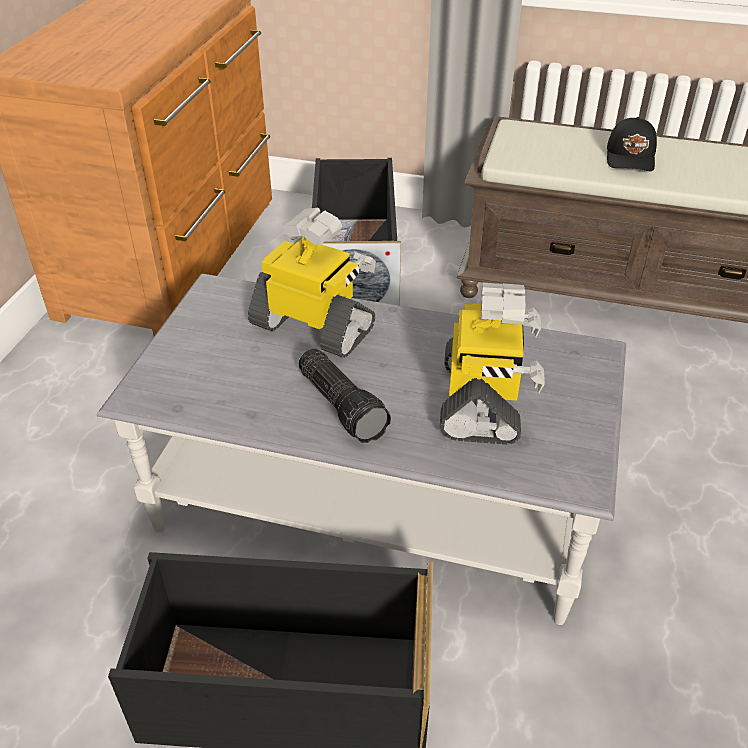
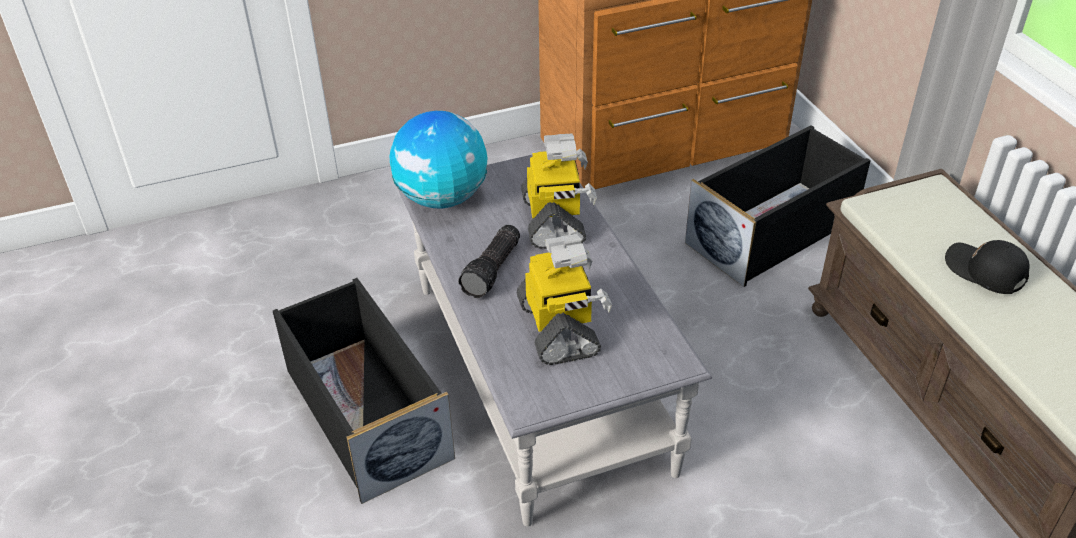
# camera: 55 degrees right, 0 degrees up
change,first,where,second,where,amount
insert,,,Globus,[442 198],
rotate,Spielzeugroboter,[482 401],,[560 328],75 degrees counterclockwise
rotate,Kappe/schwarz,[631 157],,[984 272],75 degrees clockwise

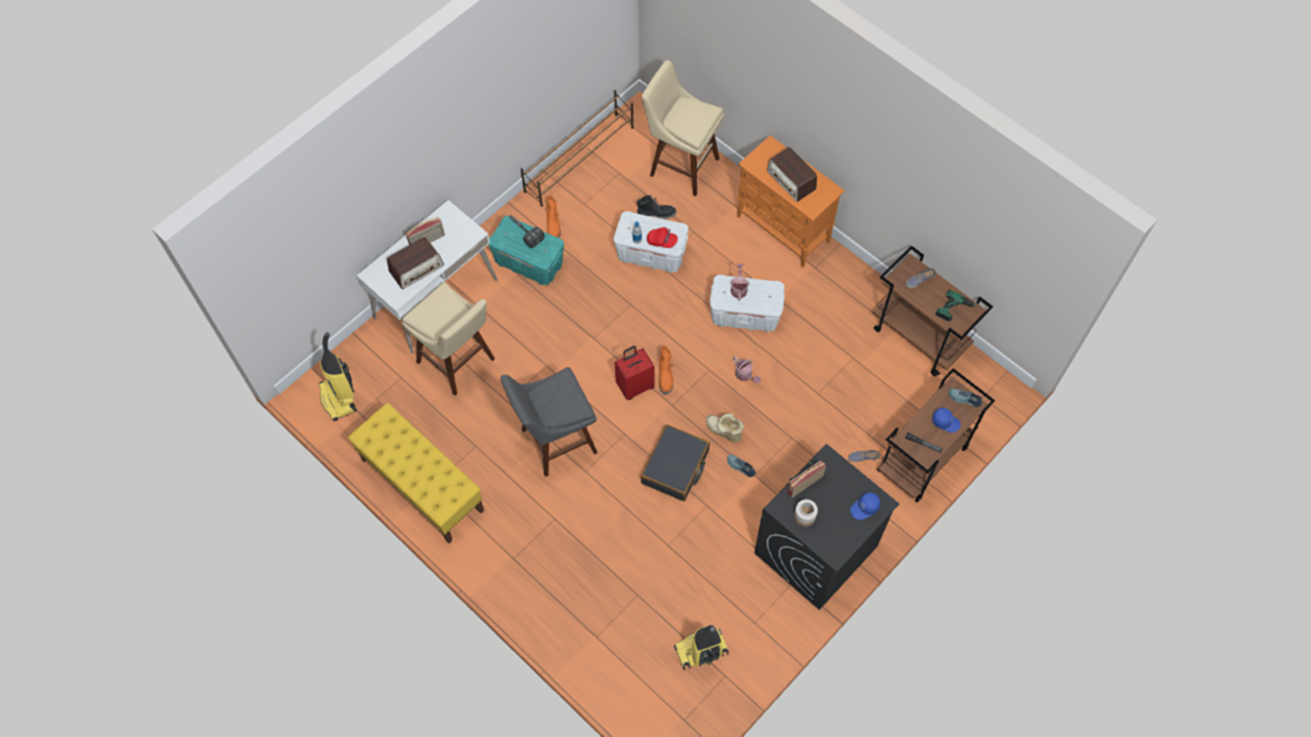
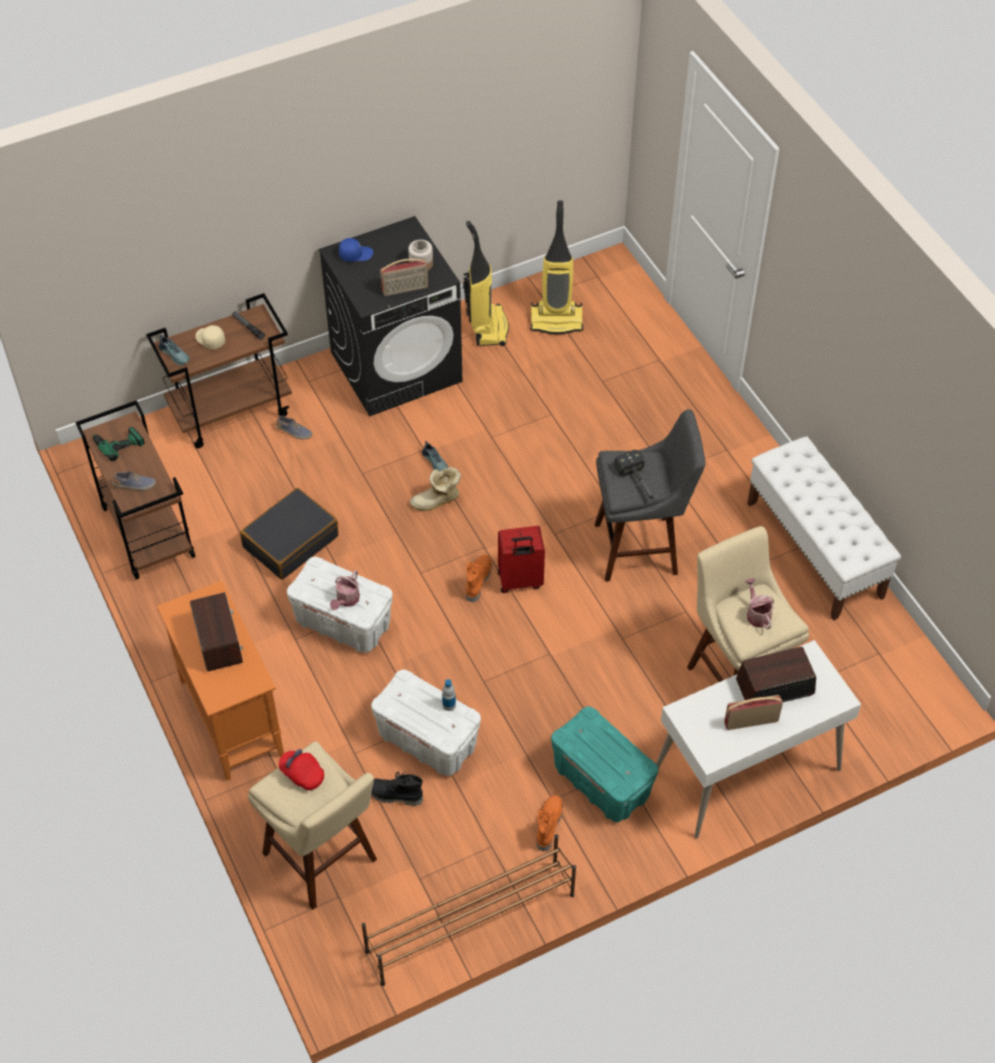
# camera: 160 degrees left, 10 degrees down
change,first,where,second,where,amount
recolor,Kappe/blau,[945 421],Kappe/beige,[210 340],
move,Koffer/schwarz,[675 467],,[290 541],
move,Kappe/rot,[662 241],,[302 774],
rotate,Stiefel,[723 432],,[437 501],105 degrees clockwise
move,Staubsauger,[339 398],,[487 327],
move,Hammer,[523 231],,[639 483],
move,Gießkanne,[745 375],,[757 614],
recolor,Bank/gelb,[422 485],Bank/weiß,[815 550],

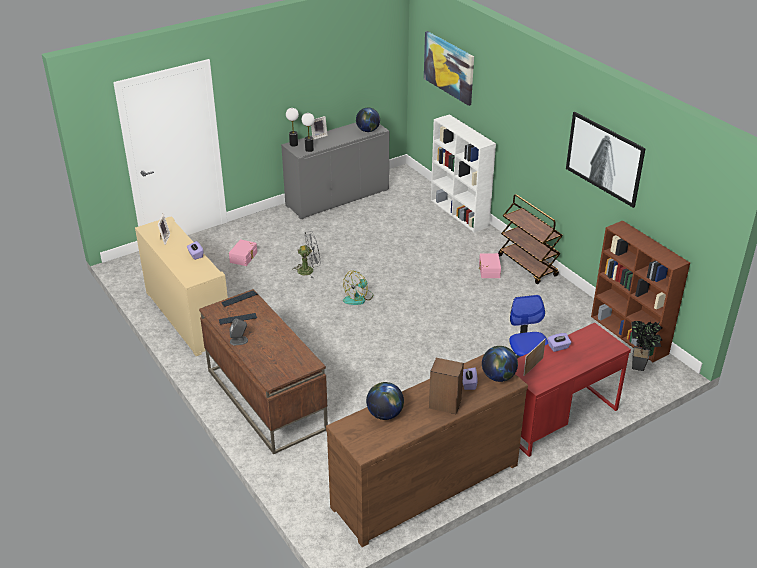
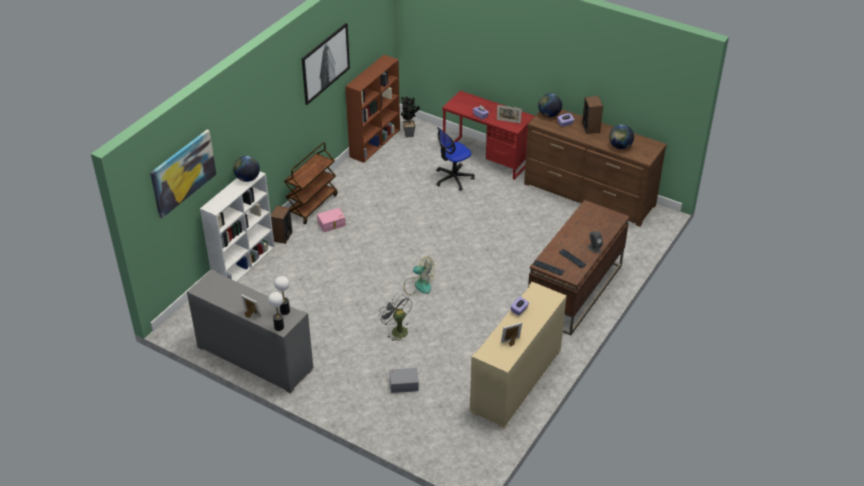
# camera: 115 degrees left, 5 degrees up
change,first,where,second,where,amount
move,Globus,[368 130],,[247 178],
insert,,,Lautsprecher,[282 236],
recolor,Aufbewahrungsbox/rosa,[244 257],Aufbewahrungsbox/grau,[404 384],

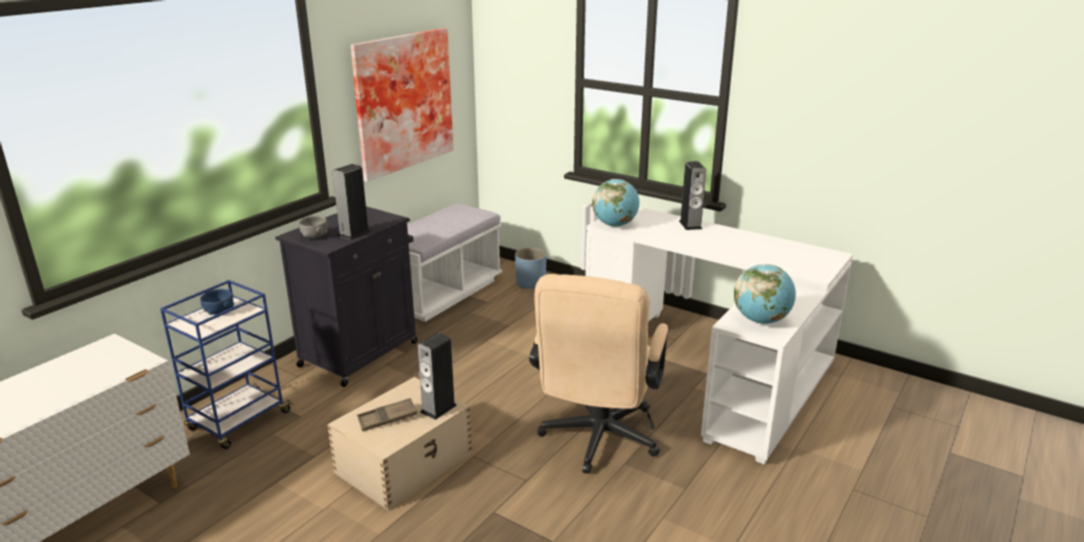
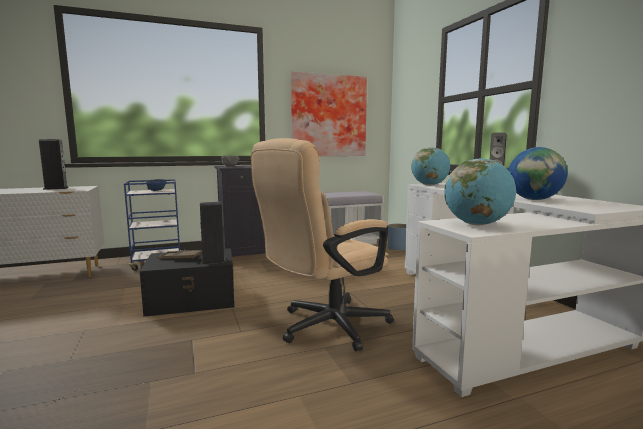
# camera: 35 degrees right, 15 degrees down
change,first,where,second,where,amount
move,Lautsprecher,[354 233],,[56 188],
recolor,Aufbewahrungsbox/beige,[405 462],Aufbewahrungsbox/schwarz,[193 299],
insert,,,Globus,[534 199],

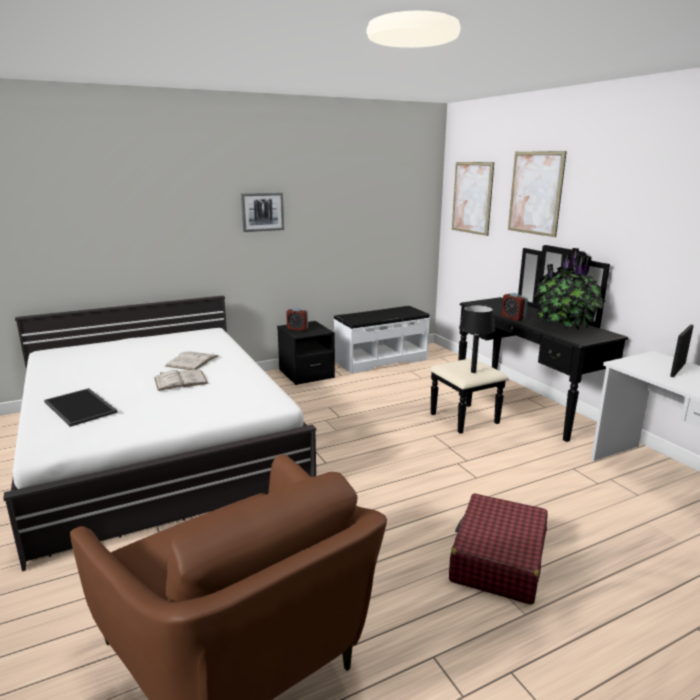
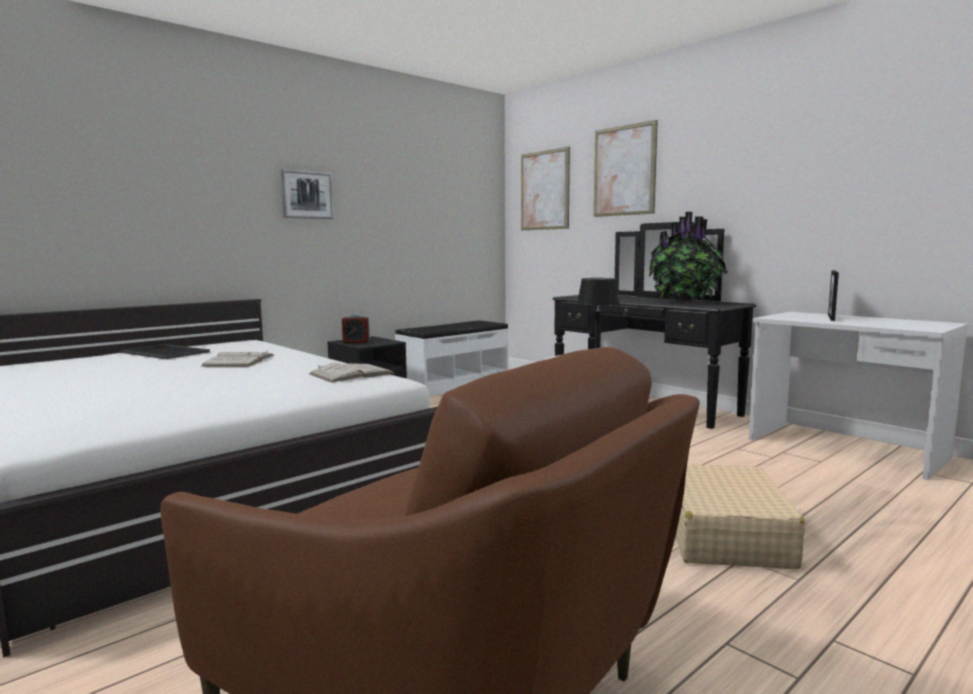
# camera: 15 degrees left, 10 degrees down
change,first,where,second,where,amount
move,Tablett,[81 407],,[166 352],
move,Buch/weiß,[181 380],,[351 374],
recolor,Koffer/rot,[498 560],Koffer/beige,[724 534],
delete,Wecker,[513 318],,,

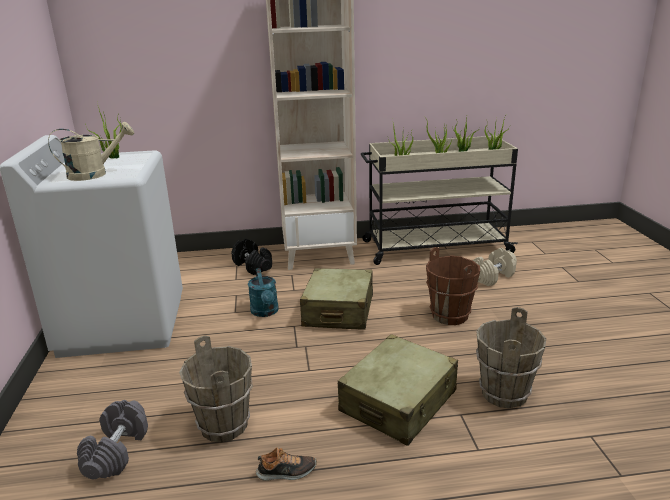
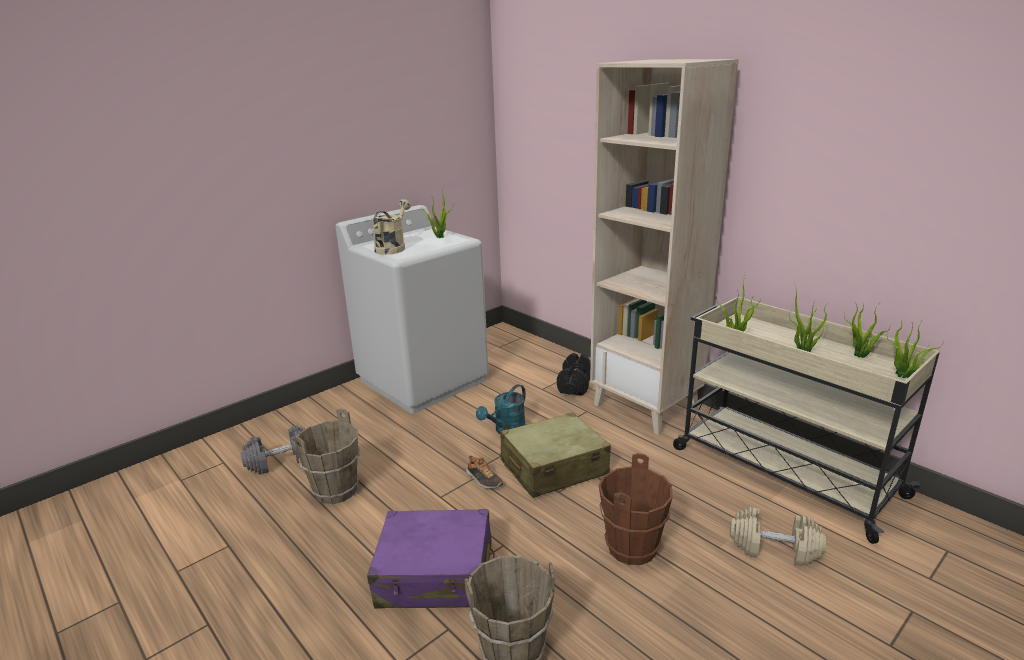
# camera: 55 degrees right, 0 degrees up
change,first,where,second,where,amount
recolor,Koffer/beige,[398 402],Koffer/lila,[436 574],
rotate,Gießkanne/beige,[95 174],,[392 247],105 degrees counterclockwise
move,Schuh,[286 472],,[483 480],

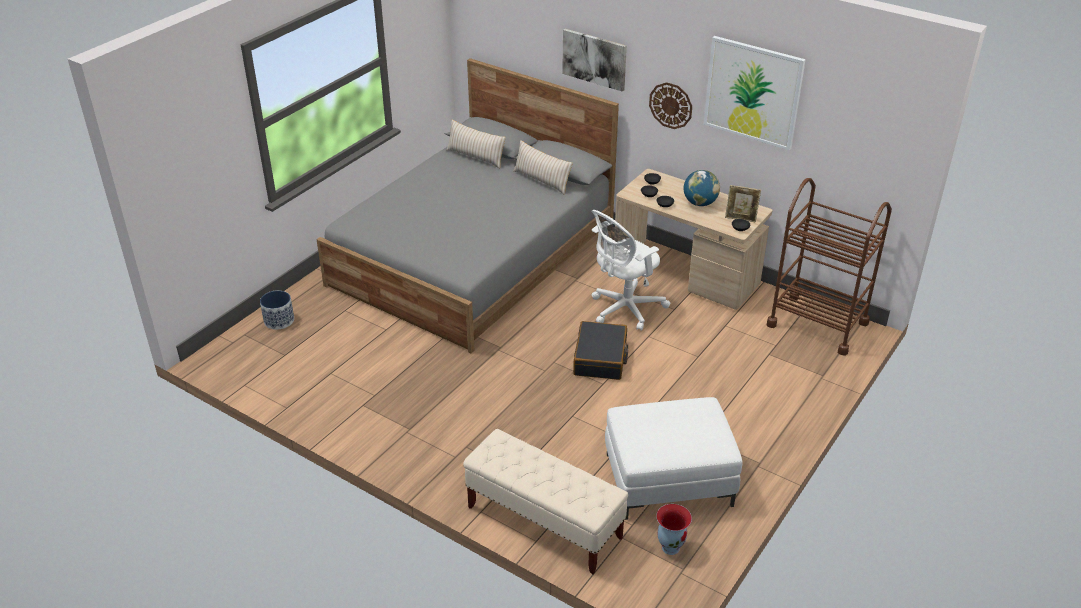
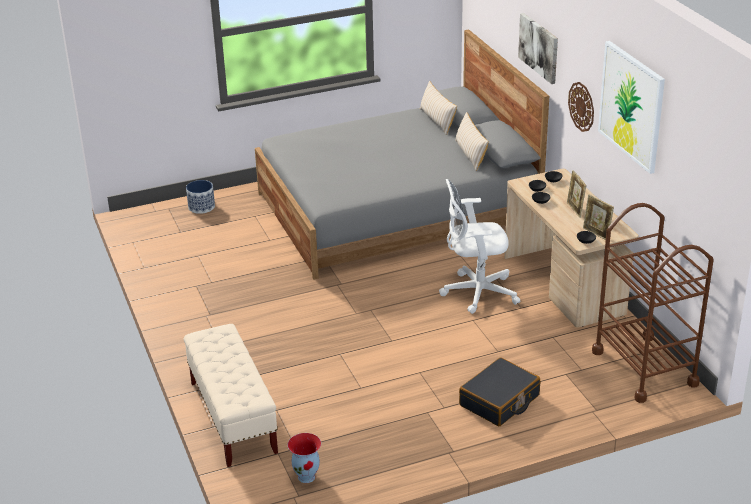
# camera: 35 degrees right, 5 degrees down
change,first,where,second,where,amount
move,Koffer/schwarz,[600 358],,[499 401],
replace,Globus,[700 203],Bilderrahmen,[575 210],
delete,Polsterhocker/weiß,[668 480],,,

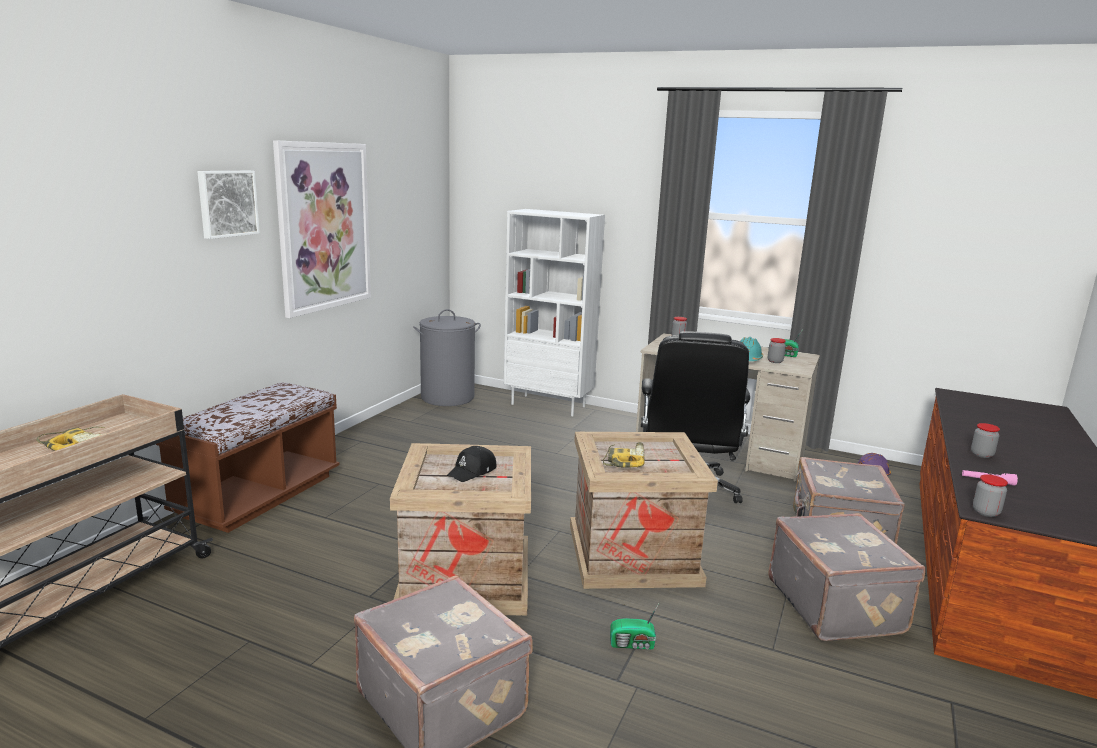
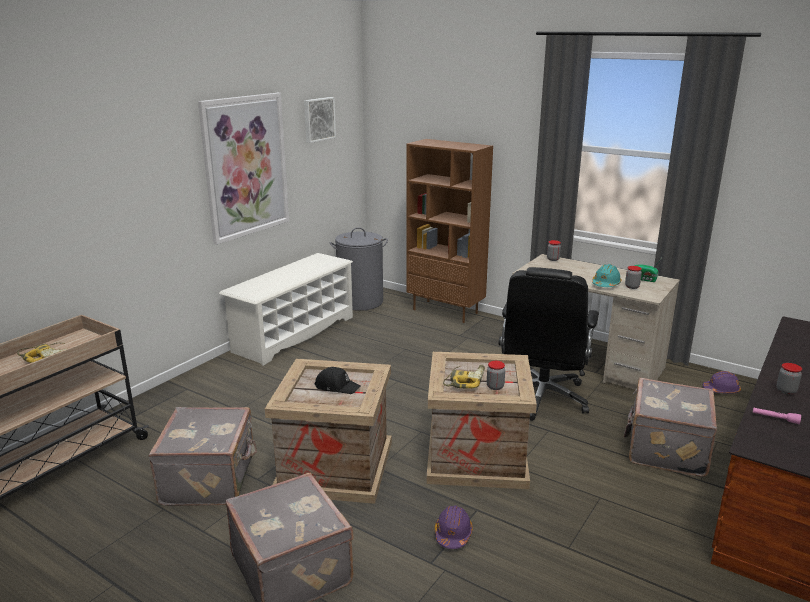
# camera: 10 degrees right, 5 degrees up
change,first,where,second,where,amount
move,Koffer/grau,[836 605],,[211 479],
insert,,,Schuhregal/weiß,[294 334],
move,Bild,[227 203],,[318 119],
rotate,Kappe/schwarz,[472 471],,[337 386],120 degrees counterclockwise
recolor,Bücherregal/weiß,[549 405],Bücherregal/braun,[446 311],
replace,Radio,[633 644],Schutzhelm/lila,[453 534],
move,Vorratsglas,[986 512],,[495 386],
delete,Bank/braun,[259 495],,,

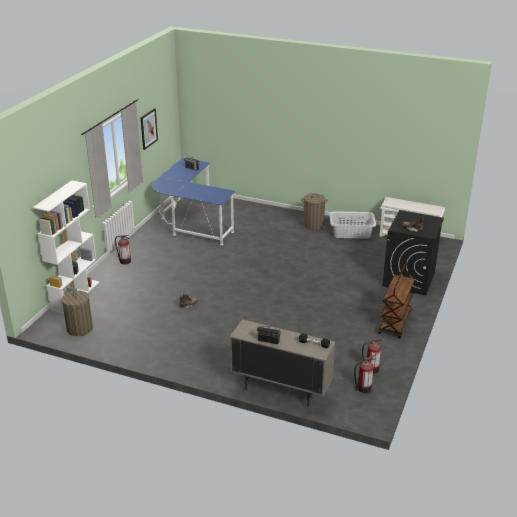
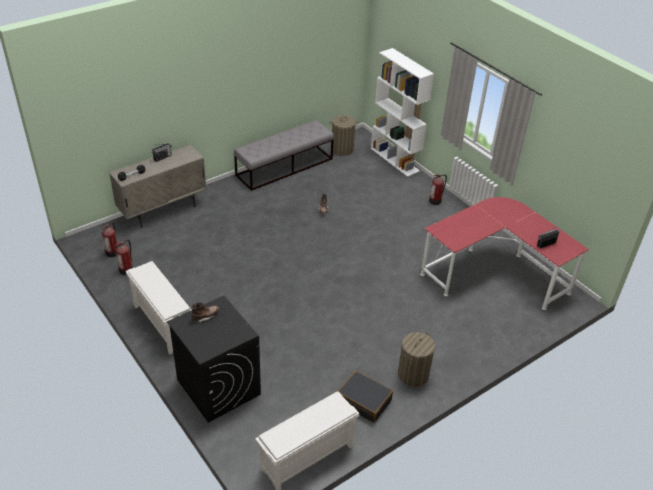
# camera: 120 degrees right, 10 degrees up
change,first,where,second,where,amount
replace,Rollwagen/braun,[395 323],Schuhregal/weiß,[162 324],
insert,,,Bank/grau,[285 167],
replace,Wäschekorb/grau,[351 233],Koffer/schwarz,[364 401],
recolor,Schreibtisch/blau,[191 222],Schreibtisch/rot,[494 272],
delete,Bild,[148 128],,,

